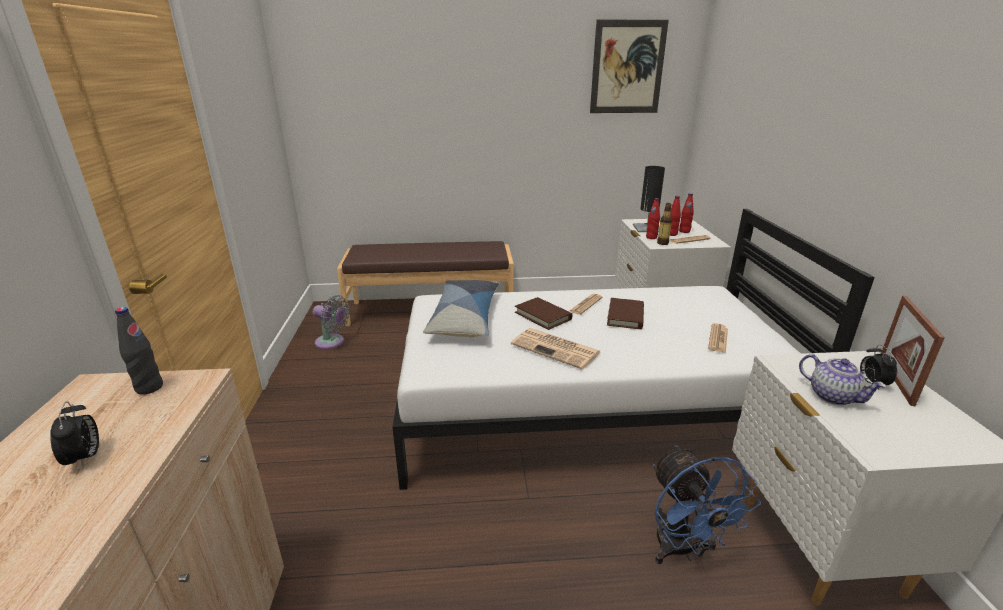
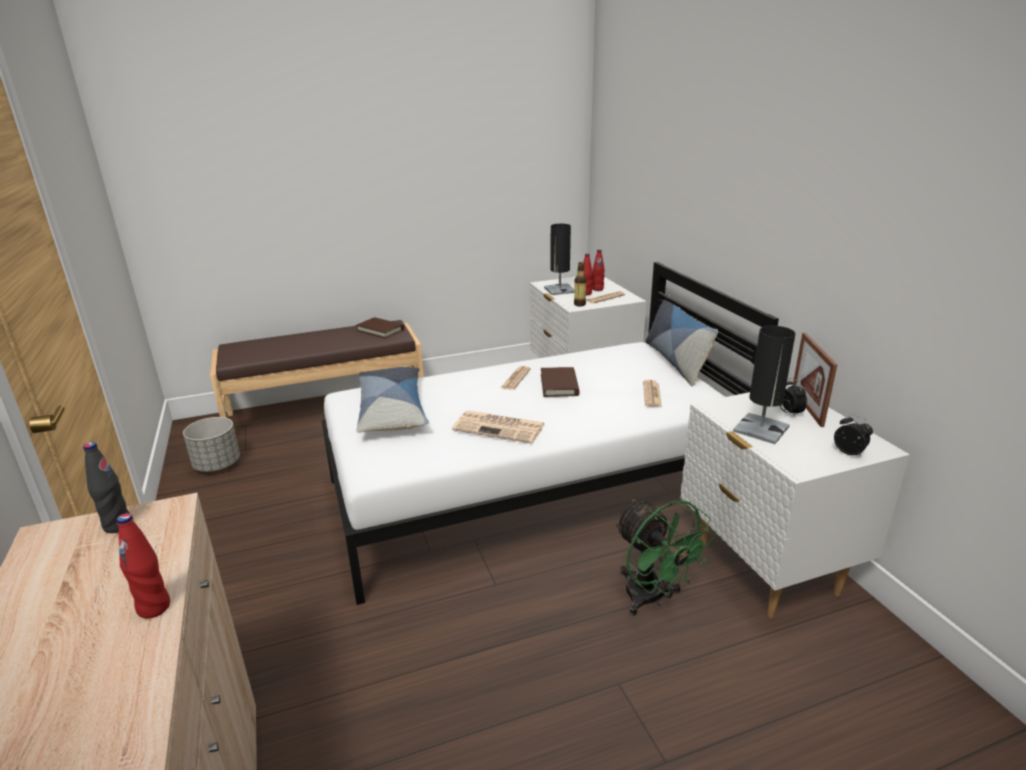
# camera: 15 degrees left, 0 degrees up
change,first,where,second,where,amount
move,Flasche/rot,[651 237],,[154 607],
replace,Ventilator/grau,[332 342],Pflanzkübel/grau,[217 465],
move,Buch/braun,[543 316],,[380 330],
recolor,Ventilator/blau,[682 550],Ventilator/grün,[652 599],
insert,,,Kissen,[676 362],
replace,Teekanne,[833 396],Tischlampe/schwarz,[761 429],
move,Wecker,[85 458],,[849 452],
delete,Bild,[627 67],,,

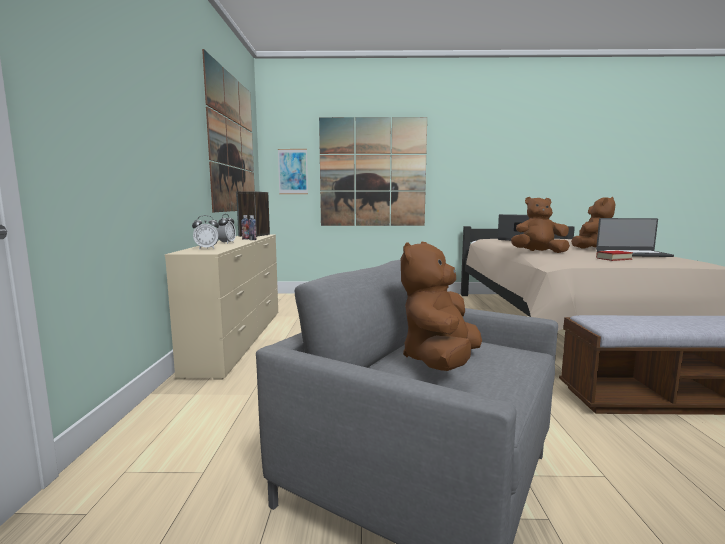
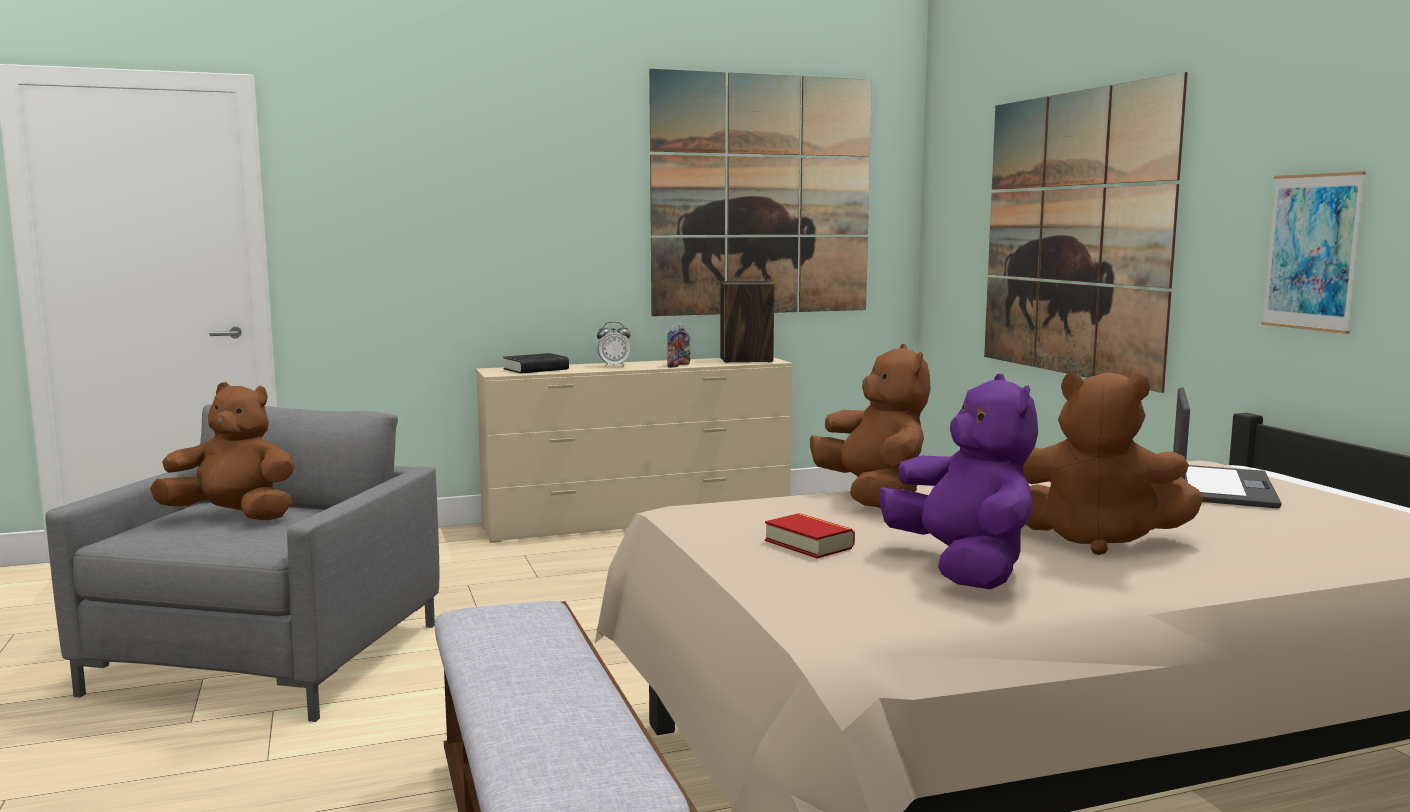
# camera: 70 degrees right, 0 degrees up
change,first,where,second,where,amount
replace,Wecker,[207 249],Buch/schwarz,[536 369],
replace,Laptop,[632 254],Plüschtier/lila,[962 568],
move,Bild,[293 171],,[1312 252],

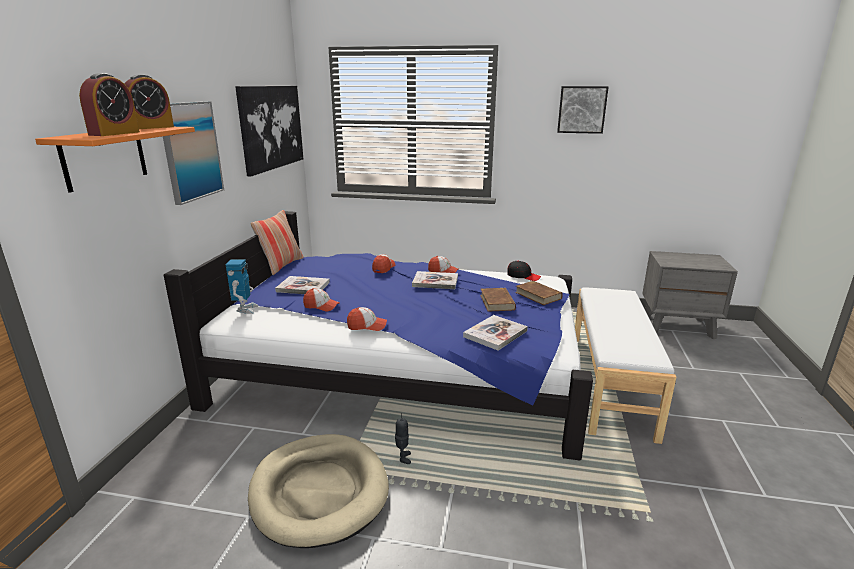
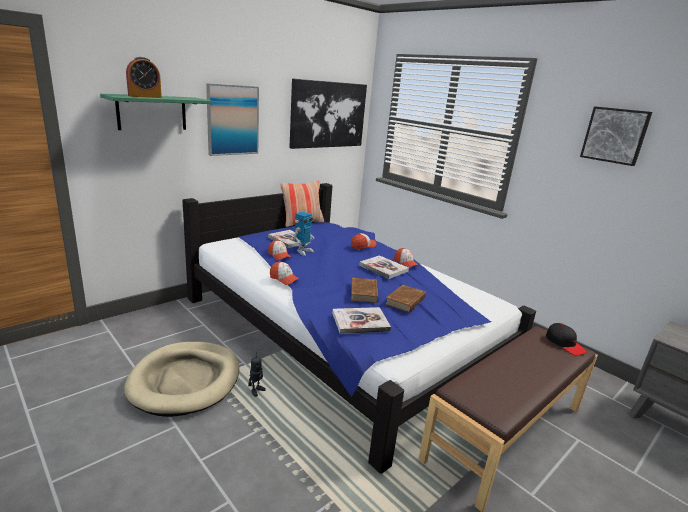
# camera: 35 degrees right, 0 degrees up
change,first,where,second,where,amount
recolor,Wandregal/orange,[104 157],Wandregal/grün,[152 112],
move,Spielzeugroboter,[245 309],,[303 251],
move,Buch/braun,[538 295],,[364 293],
recolor,Bank/weiß,[609 383],Bank/braun,[504 432],
move,Kappe/schwarz,[523 276],,[564 344],
delete,Wecker,[151 127],,,

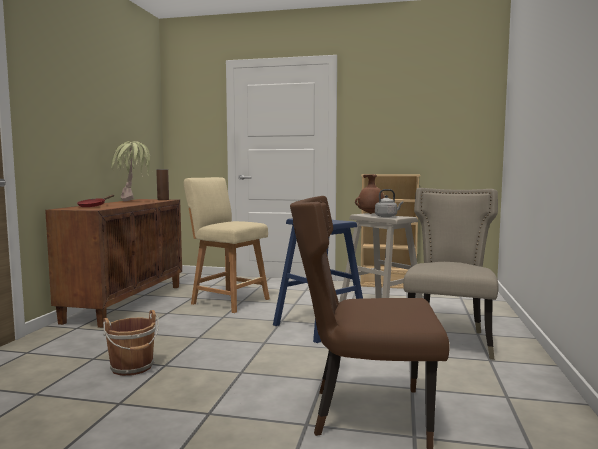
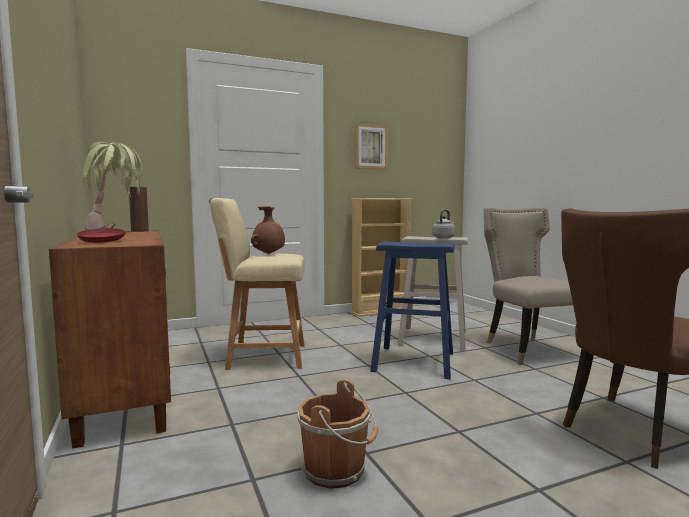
# camera: 35 degrees left, 0 degrees up
change,first,where,second,where,amount
move,Vase/braun,[371 213],,[269 253],
insert,,,Bild,[370 147],

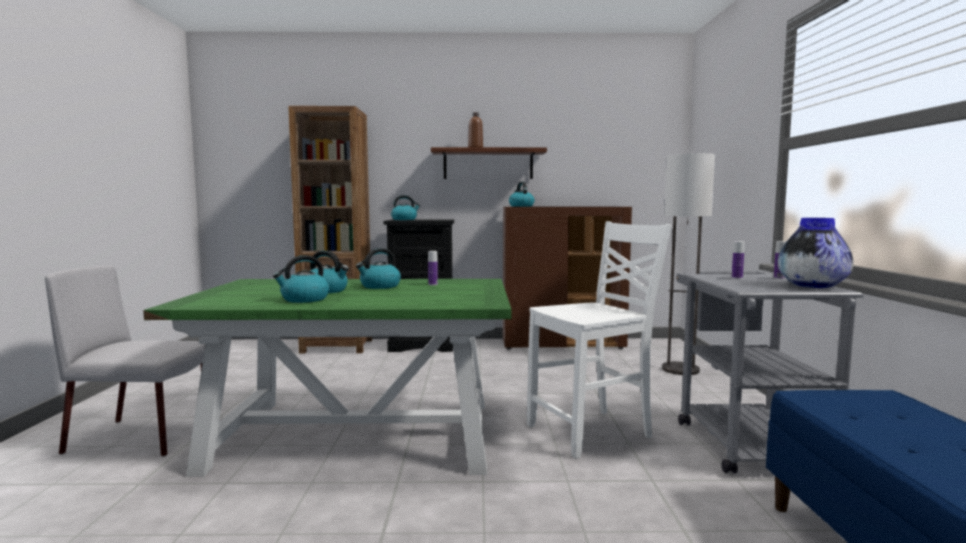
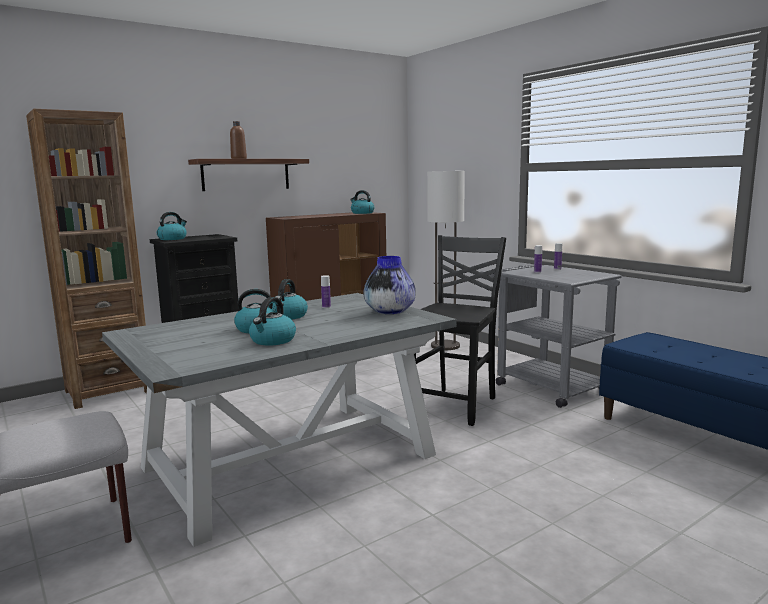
# camera: 35 degrees left, 5 degrees up
change,first,where,second,where,amount
recolor,Esstisch/grün,[359 434],Esstisch/grau,[291 460],
move,Wasserkessel,[521 206],,[362 213],
move,Vase,[812 286],,[389 312],
recolor,Stuhl/weiß,[592 432],Stuhl/schwarz,[456 405],

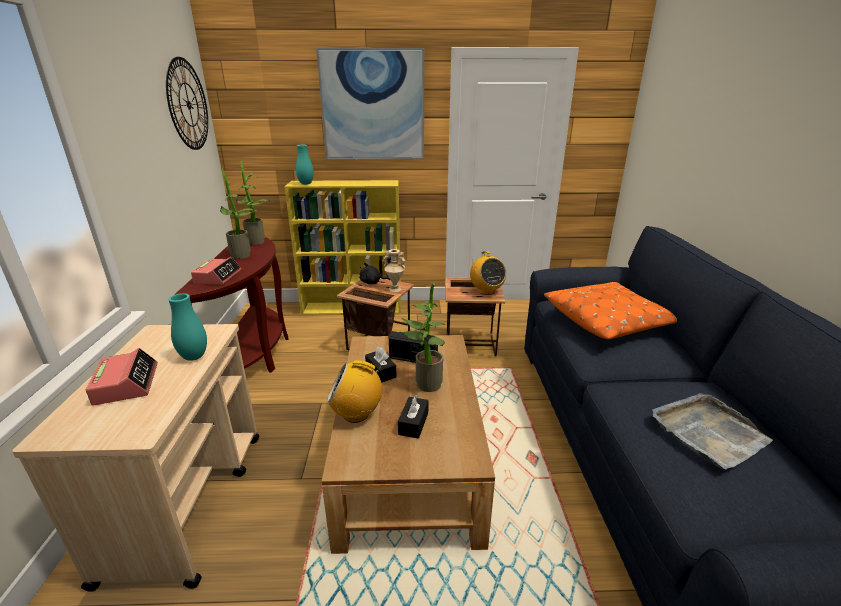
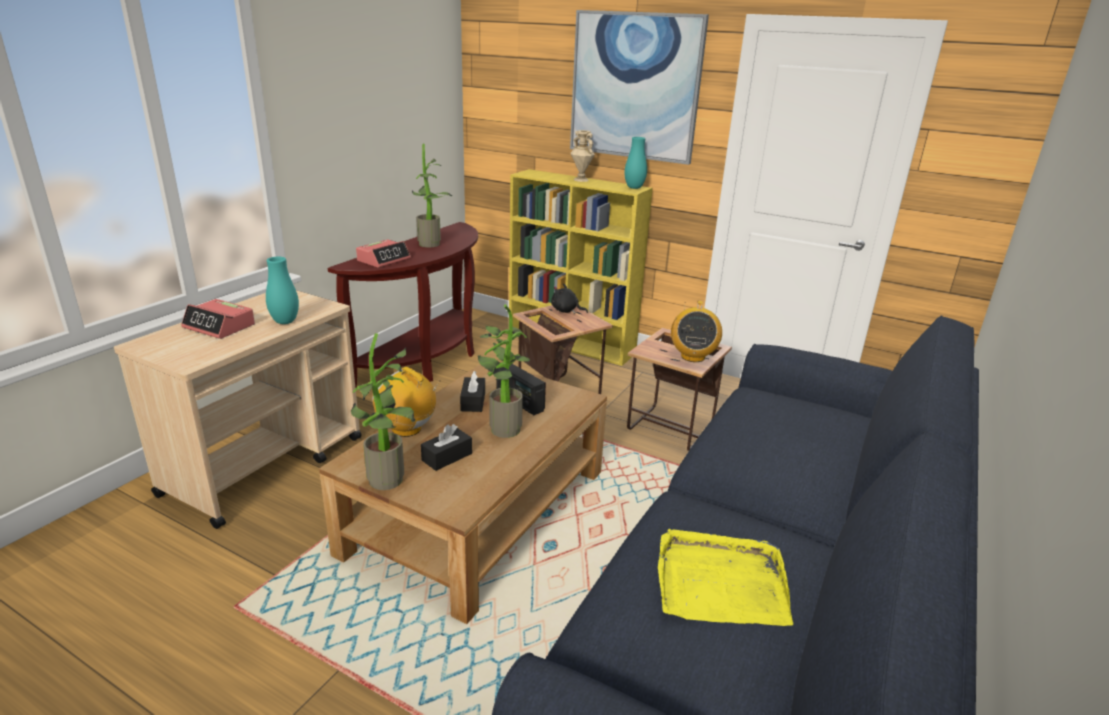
# camera: 30 degrees right, 0 degrees up
change,first,where,second,where,amount
rotate,Wecker,[126 384],,[219 326],105 degrees clockwise
move,Topfpflanze,[258 242],,[390 482],
move,Vase/beige,[394 289],,[580 180],
move,Vase/türkis,[306 184],,[634 188],
recolor,Tablett/grau,[708 432],Tablett/gelb,[720 582],
delete,Wanduhr,[188 105],,,
delete,Kissen/orange,[608 321],,,

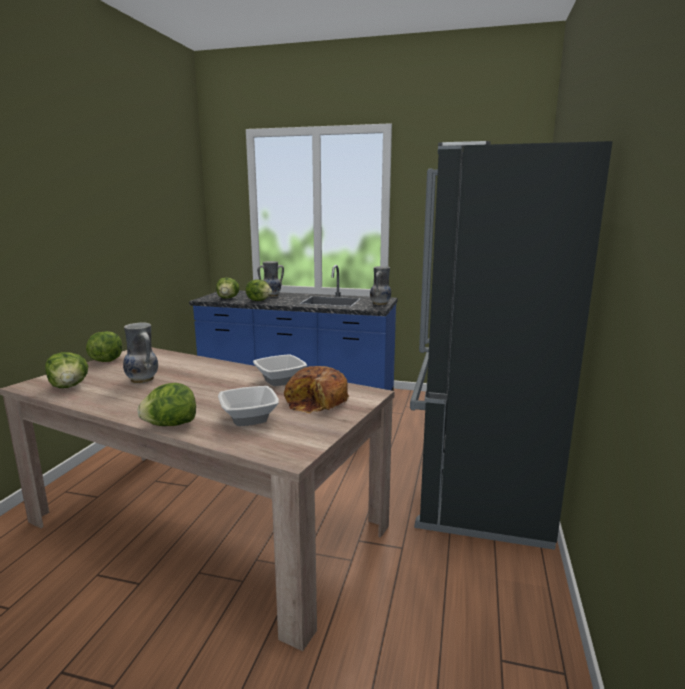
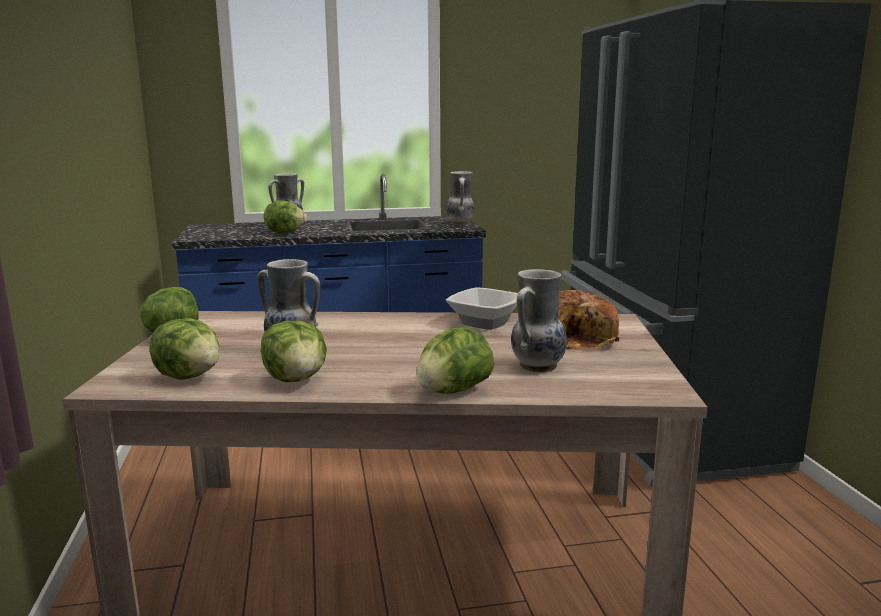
# camera: 25 degrees left, 0 degrees up
change,first,where,second,where,amount
move,Salatkopf,[228 298],,[296 379],
replace,Schüssel,[250 418],Vase,[537 366],

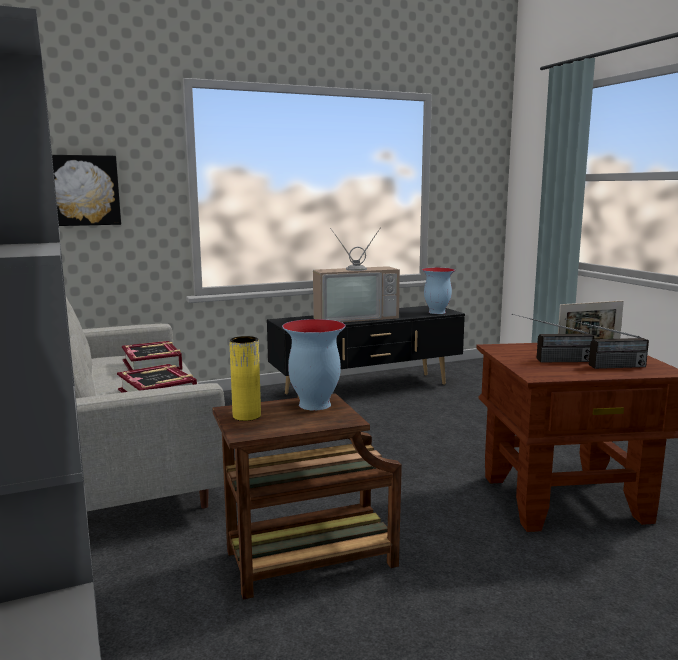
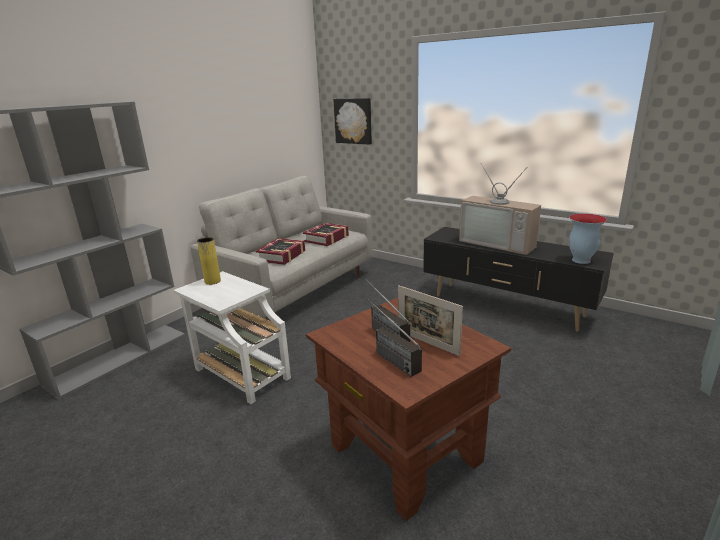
# camera: 60 degrees right, 10 degrees up
change,first,where,second,where,amount
recolor,Beistelltisch/braun,[306 560],Beistelltisch/weiß,[240 373],
delete,Vase,[313 405],,,

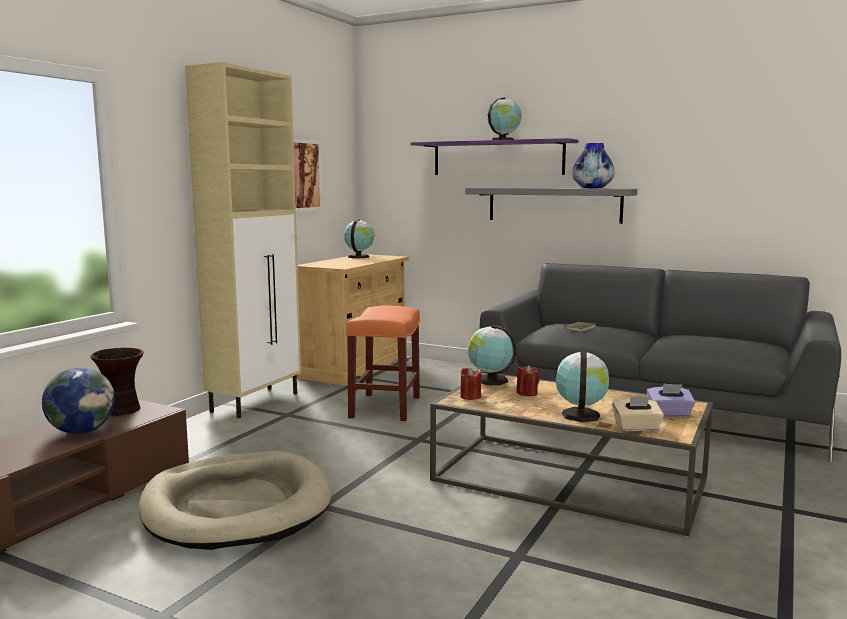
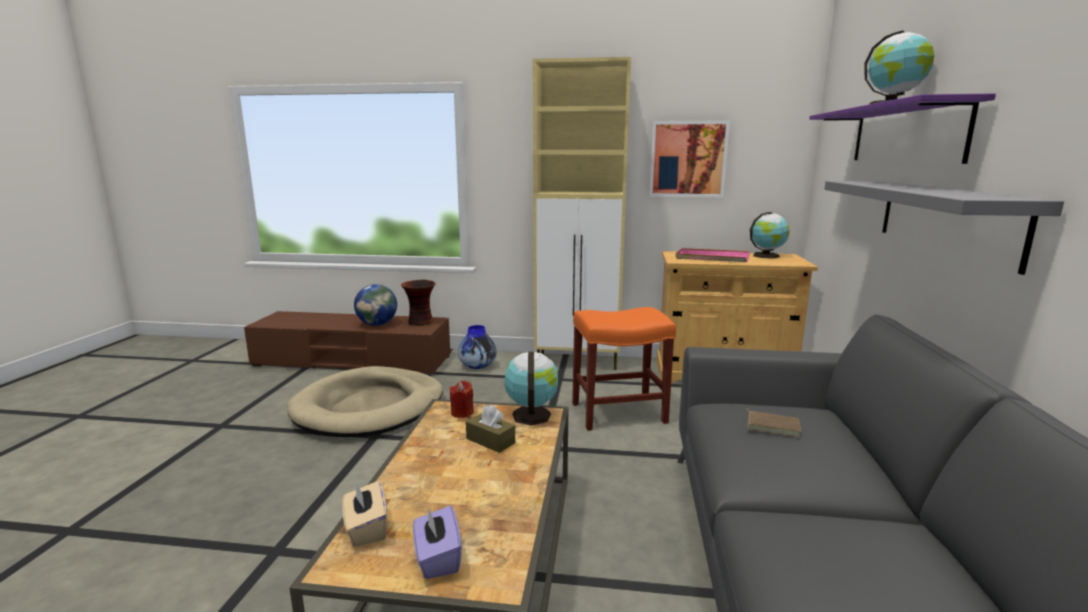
# camera: 70 degrees right, 5 degrees up
change,first,where,second,where,amount
move,Vase,[592 188],,[477 366],
replace,Kerze/rot,[527 393],Taschentuchbox/braun,[490 441],
insert,,,Tablett/rosa,[712 258],
delete,Globus,[580 414],,,

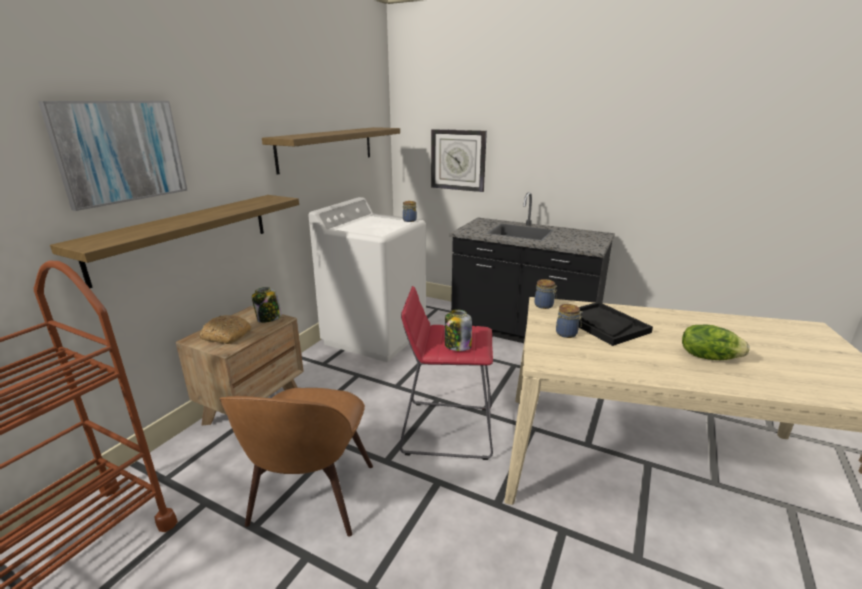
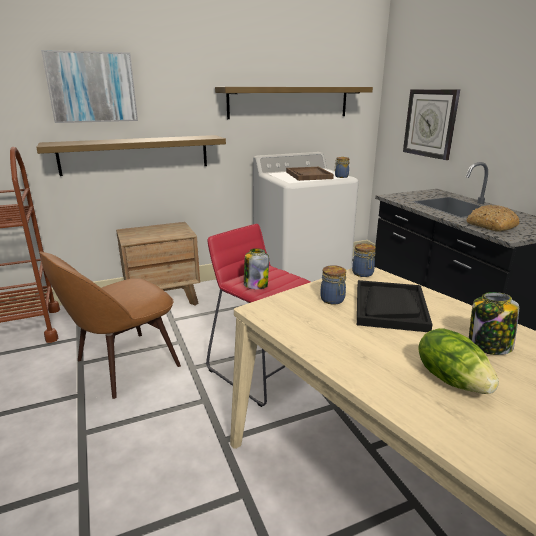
# camera: 40 degrees right, 0 degrees up
change,first,where,second,where,amount
insert,,,Tablett/braun,[309 175],
move,Brot,[226 336],,[490 226],
move,Vorratsglas,[269 318],,[488 346],

